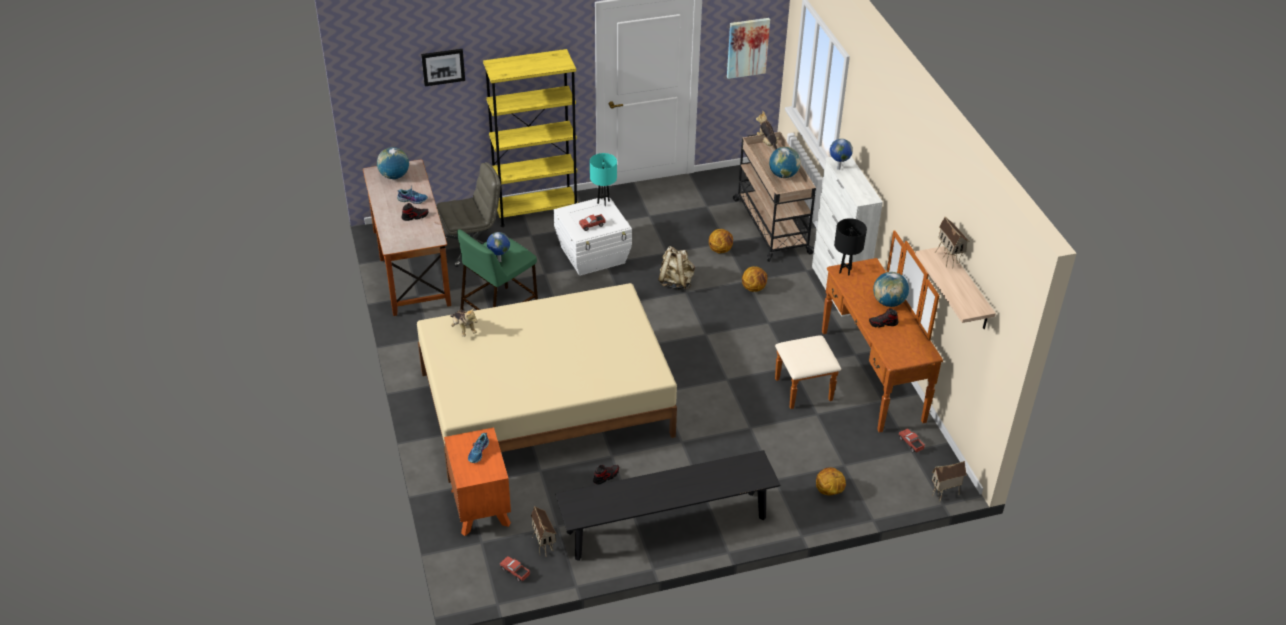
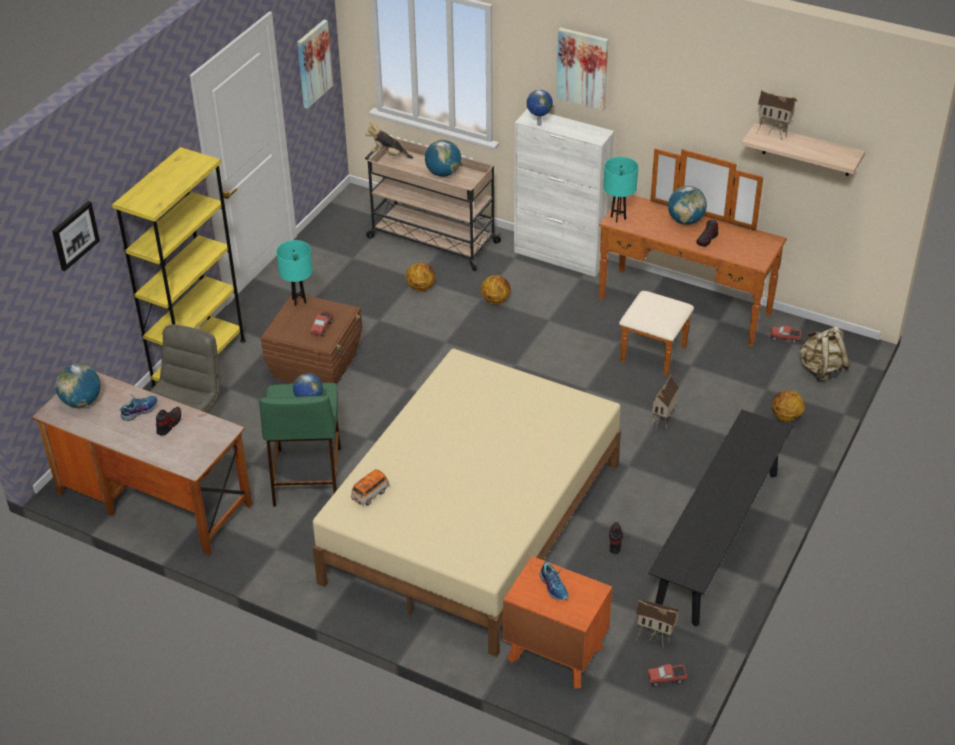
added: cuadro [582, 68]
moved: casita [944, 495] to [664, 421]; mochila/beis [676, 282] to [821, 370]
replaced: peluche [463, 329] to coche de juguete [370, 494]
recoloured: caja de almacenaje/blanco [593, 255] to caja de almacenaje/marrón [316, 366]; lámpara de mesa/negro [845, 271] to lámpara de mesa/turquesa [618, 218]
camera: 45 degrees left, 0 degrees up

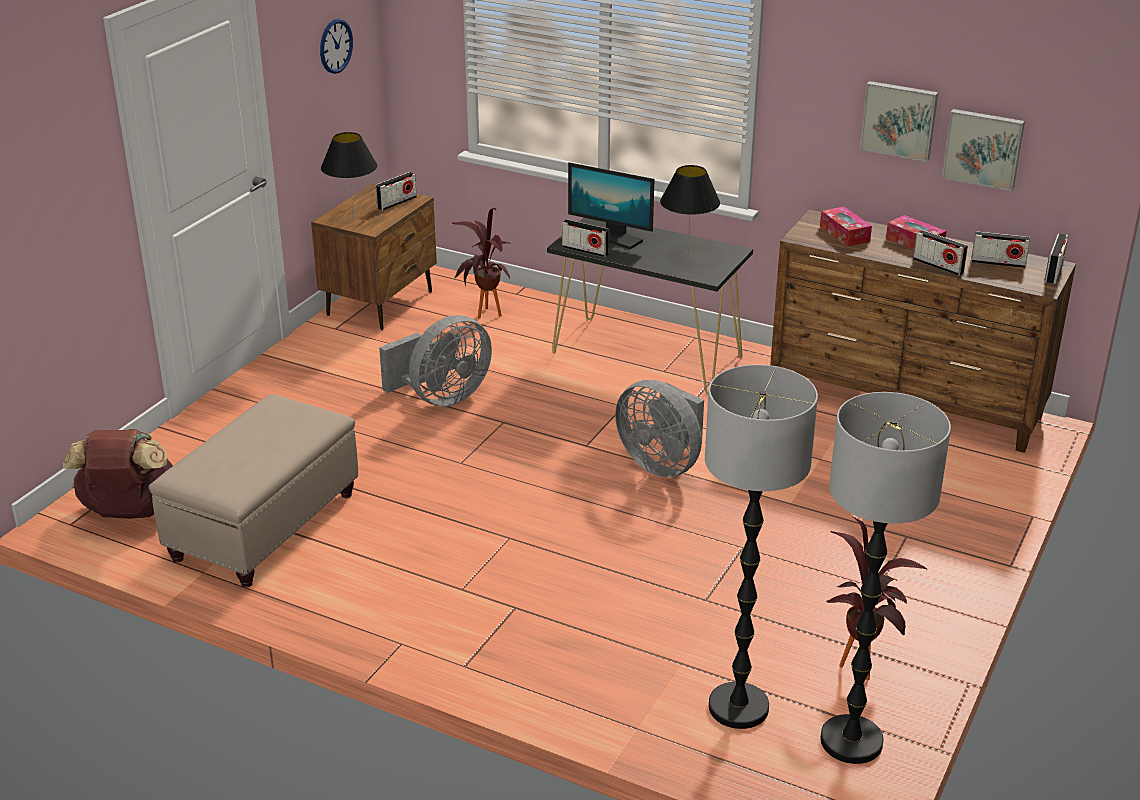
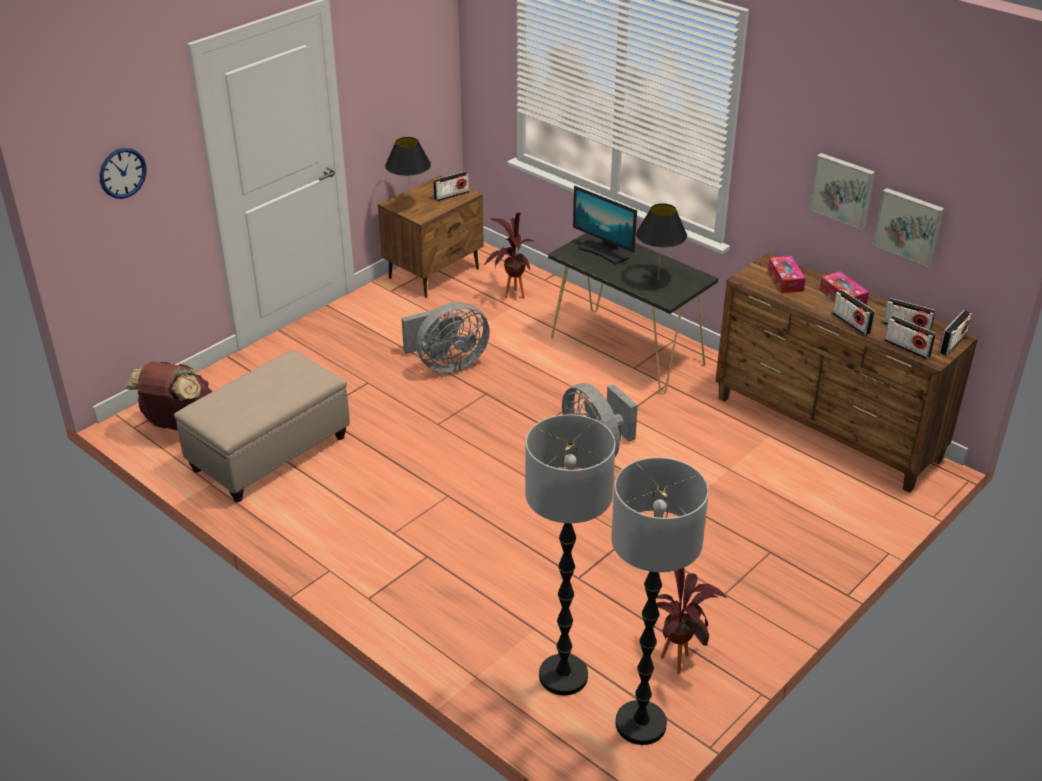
moved: reloj de pared [335, 46] to [122, 173]; radio [585, 250] to [907, 348]
camera: 15 degrees right, 5 degrees up

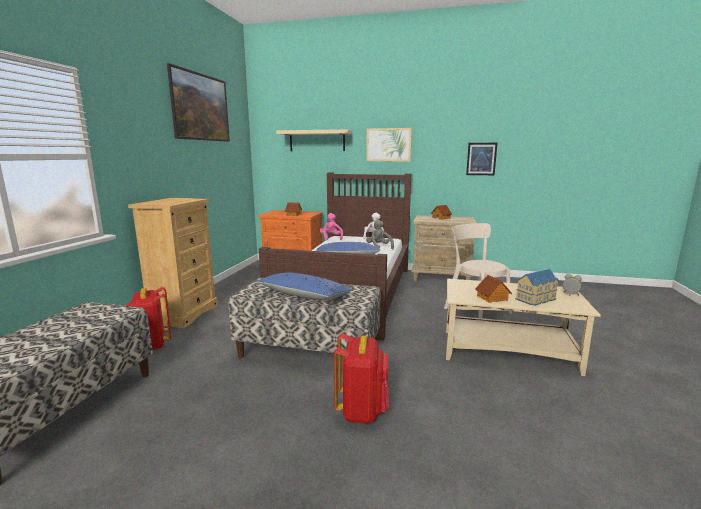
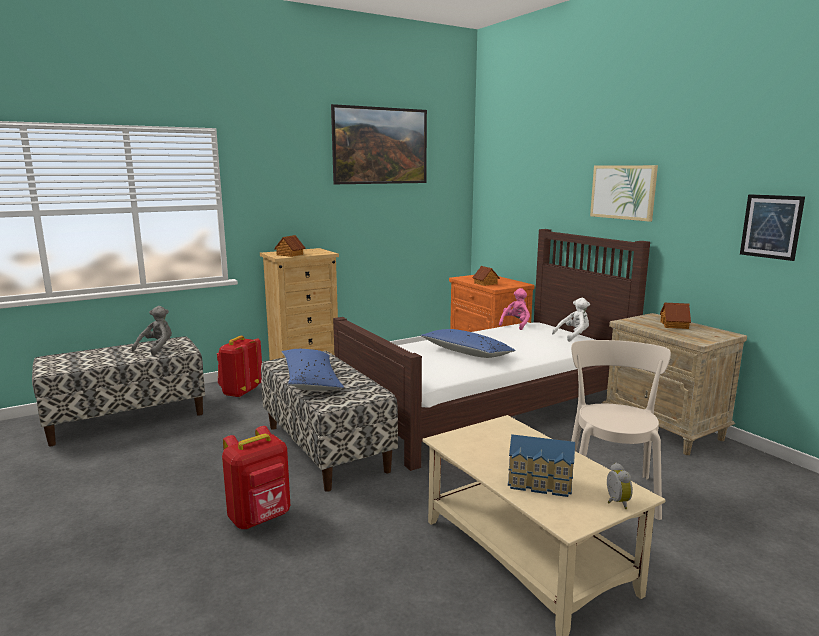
removed: estante/beis [317, 141]
moved: peluche/gris [379, 247] to [157, 348]; casita [492, 298] to [289, 255]
camera: 45 degrees right, 0 degrees up

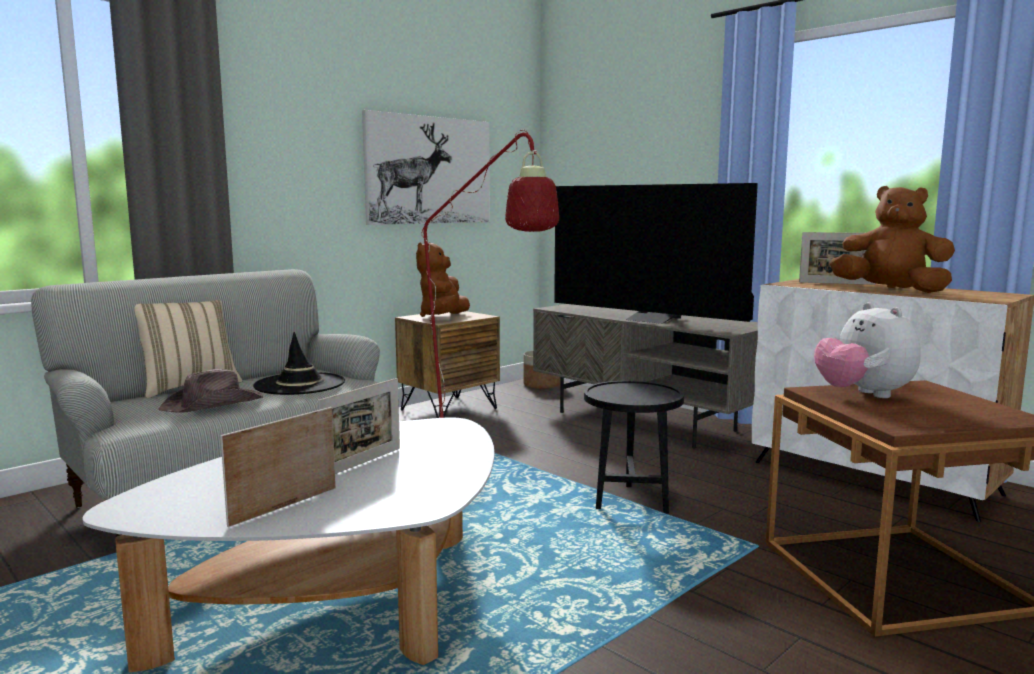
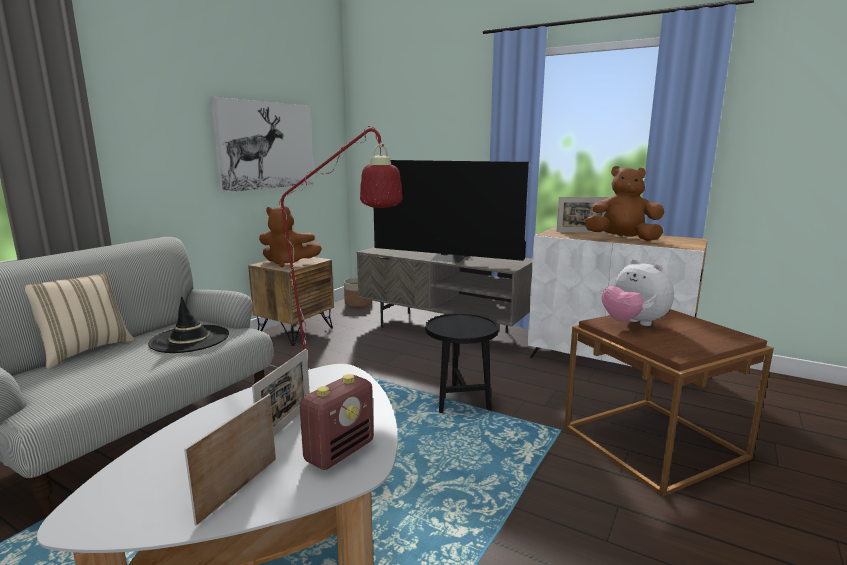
removed: sombrero/marrón [213, 404]
added: radio [340, 451]
turned: peluche/marrón [443, 317] = [288, 263] 75 degrees counterclockwise
camera: 15 degrees left, 5 degrees up

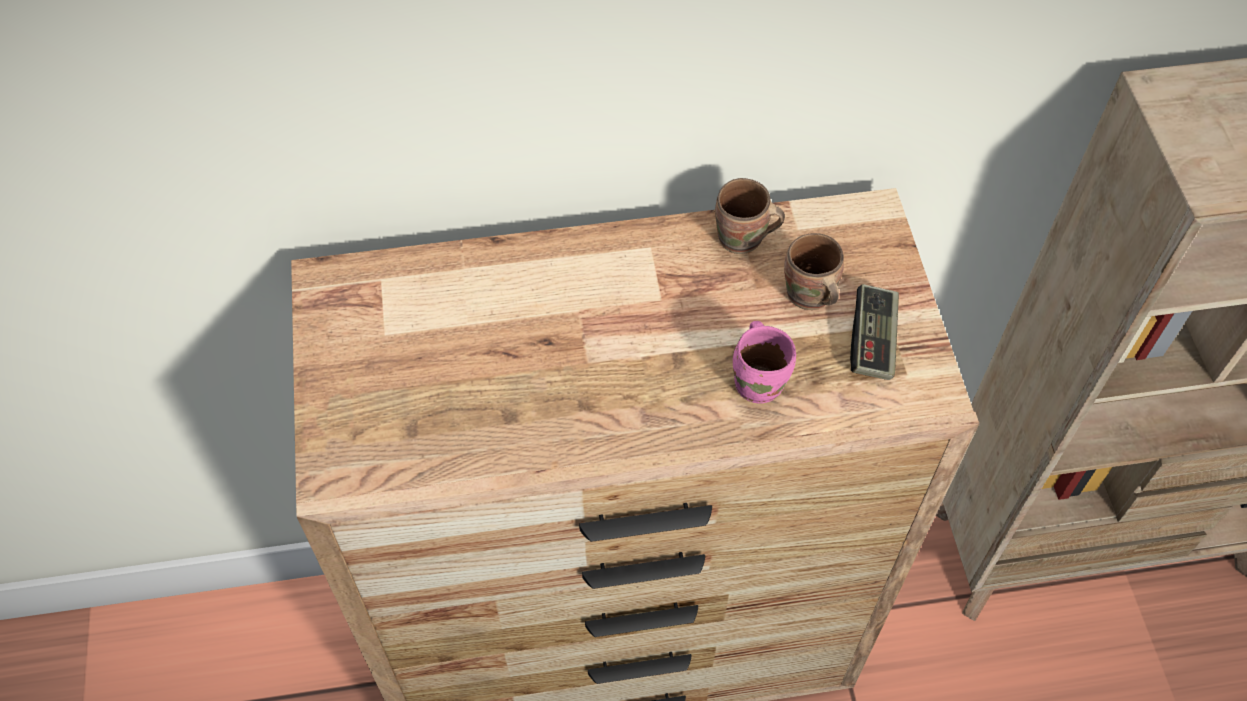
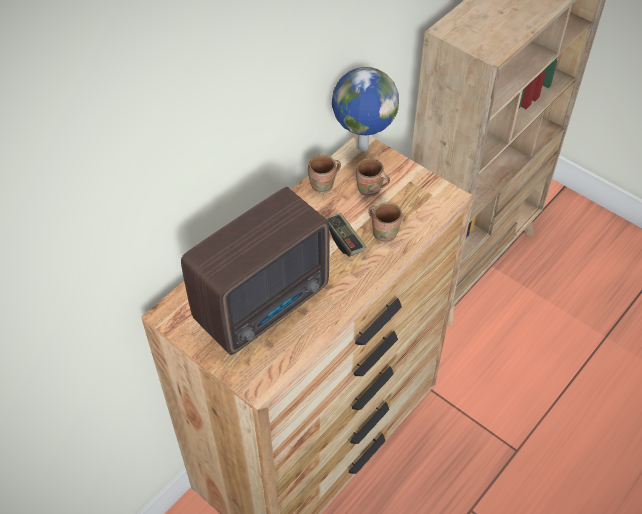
added: radio [266, 303]; globo terráqueo [361, 147]
moved: mando de consola [872, 341] to [344, 240]
recoloured: taza grande/rosa [760, 381] to taza grande/marrón [384, 232]
camera: 40 degrees left, 5 degrees down

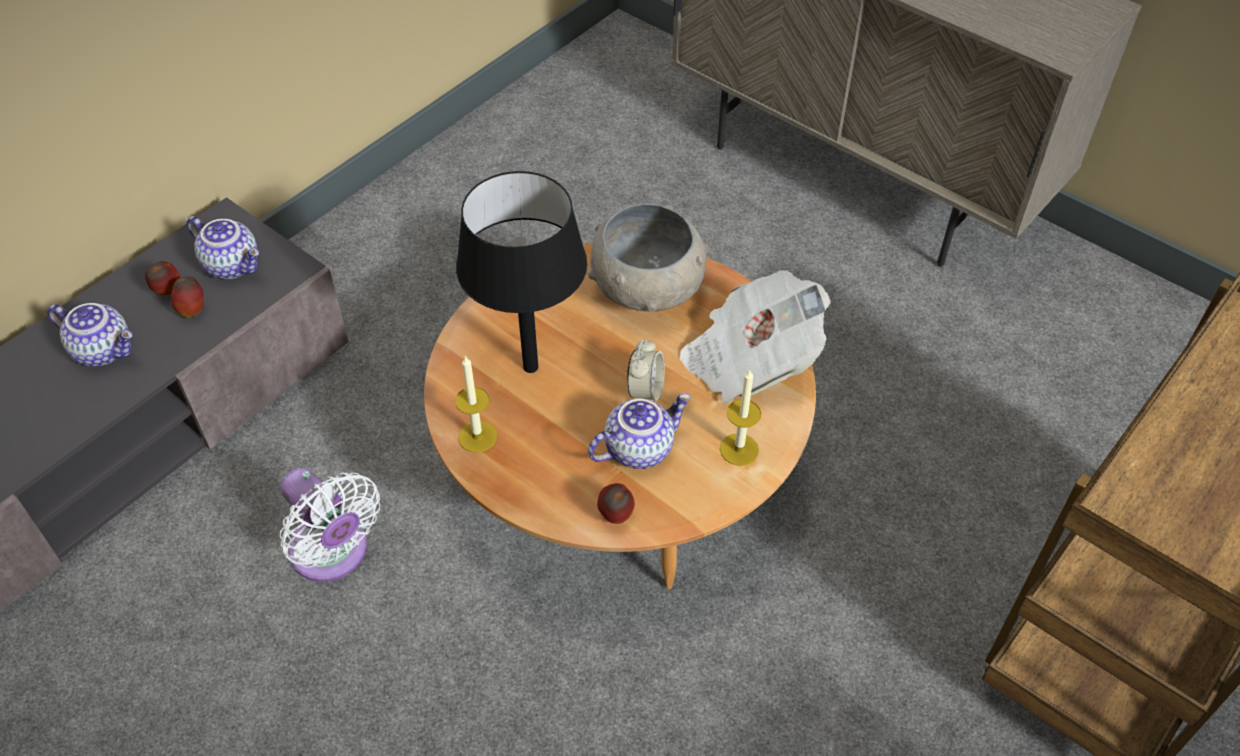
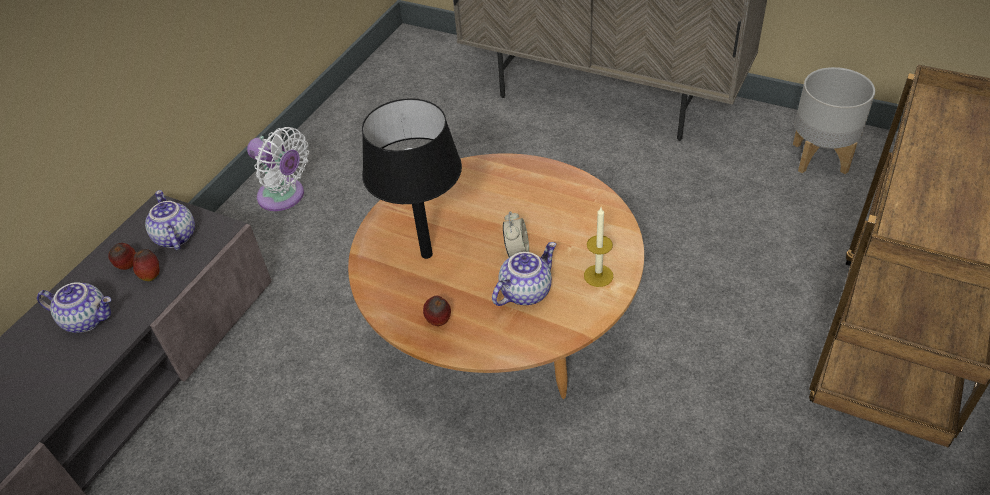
removed: vela [477, 436]; cuenco/gris [647, 291]; periódico [750, 360]
added: maceta/gris [820, 158]
moved: ventilador/blanco [333, 554] to [284, 197]; manzana [615, 516] to [439, 322]
turned: tetera [233, 264] = [174, 237] 135 degrees counterclockwise
camera: 10 degrees left, 5 degrees down

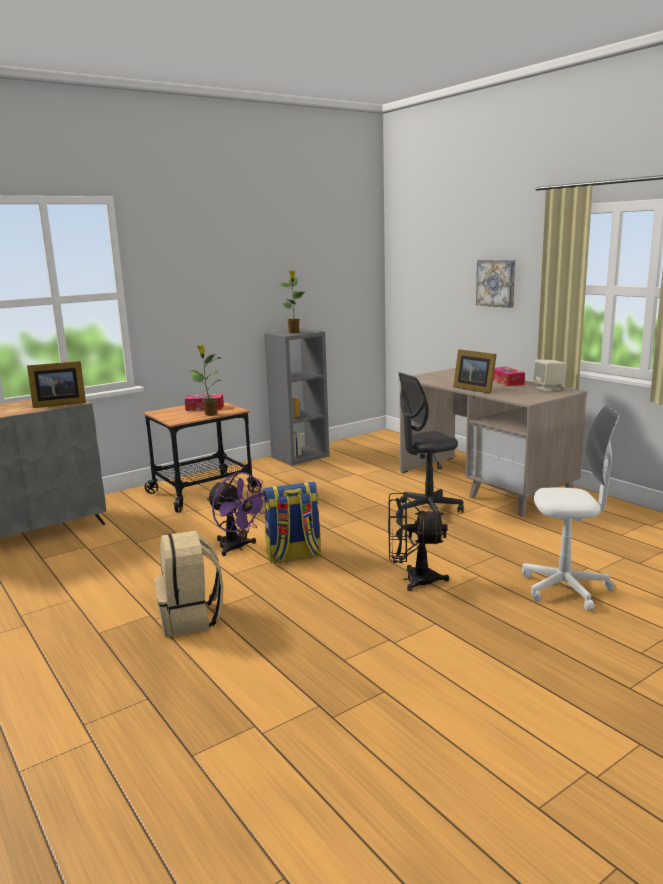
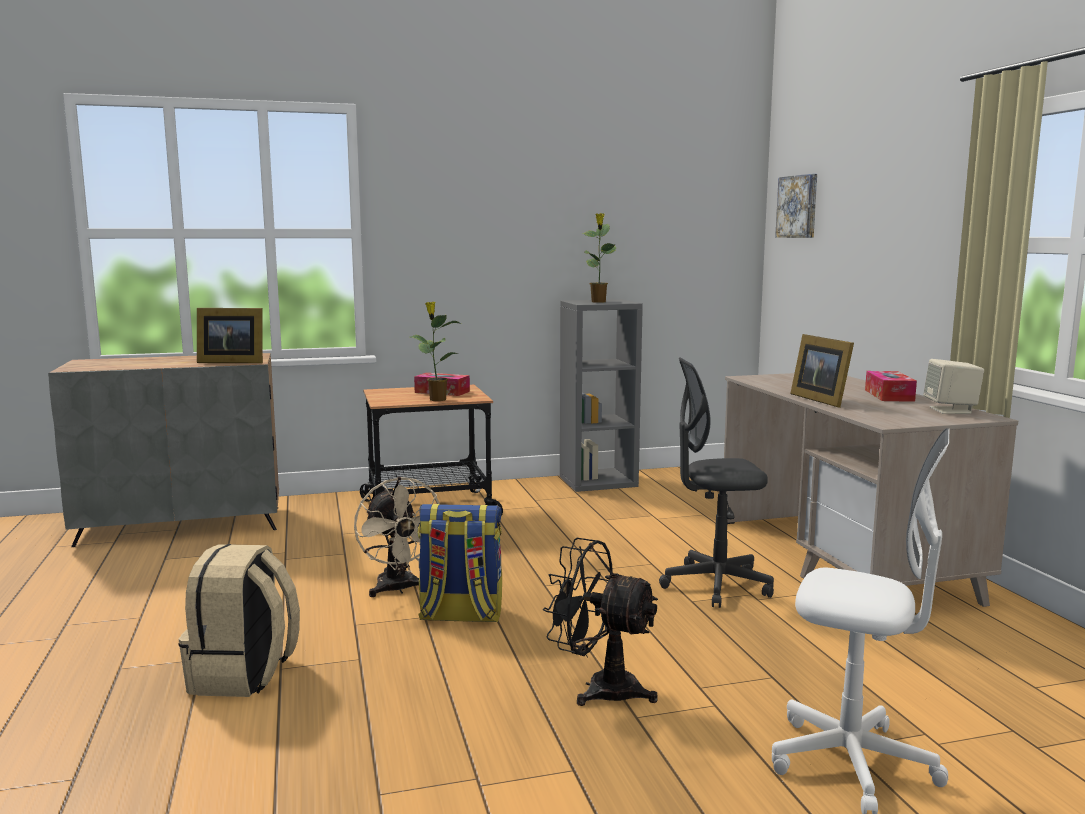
moved: cuadro [496, 283] to [798, 206]
recoloured: ventilador/morado [237, 548] to ventilador/beis [398, 589]
camera: 20 degrees right, 5 degrees down

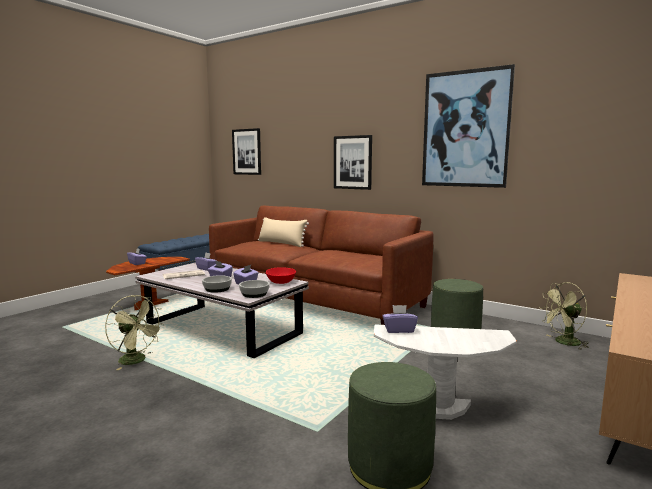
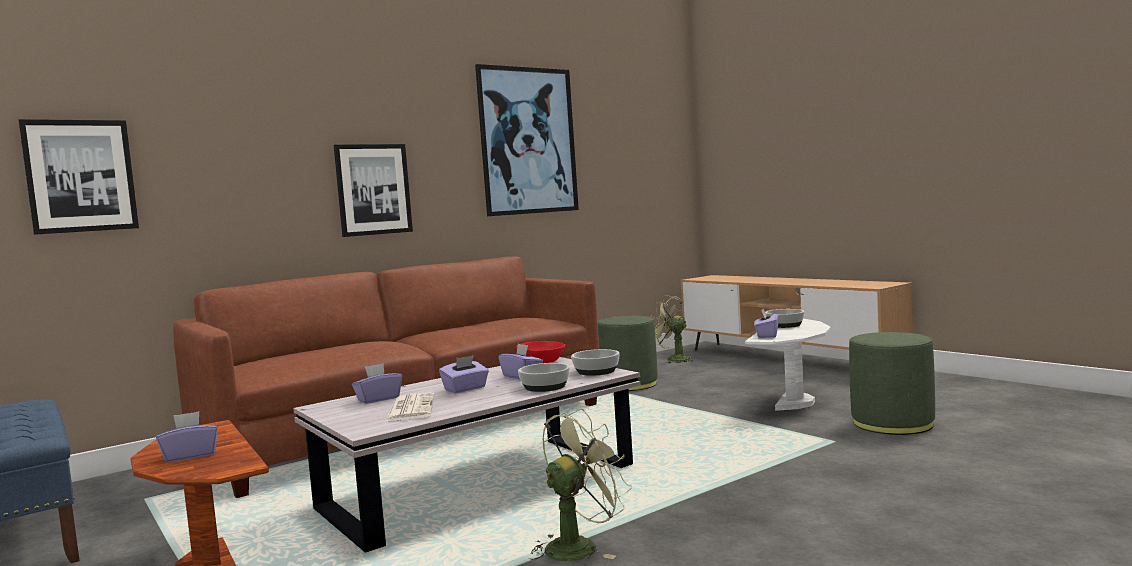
removed: cojín/beis [281, 243]
added: cuenco [785, 325]
turned: ventilador/verde [563, 343] = [673, 359] 120 degrees clockwise
camera: 70 degrees left, 5 degrees down

